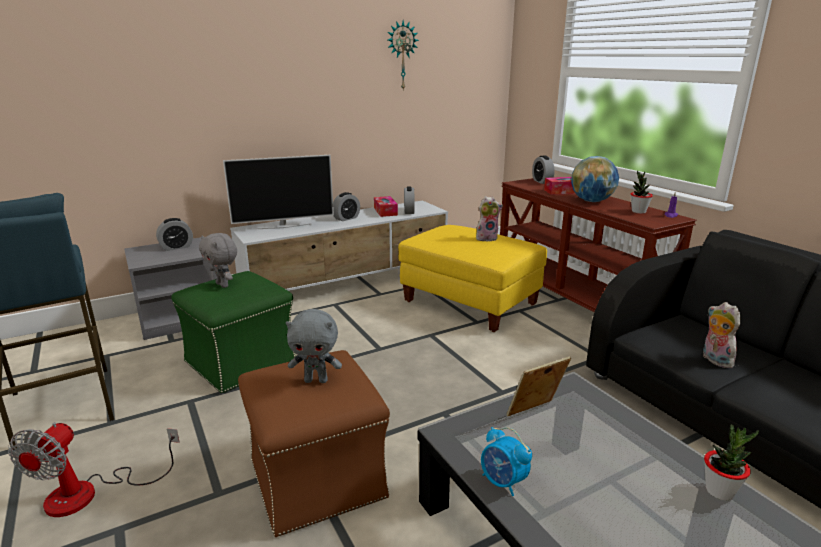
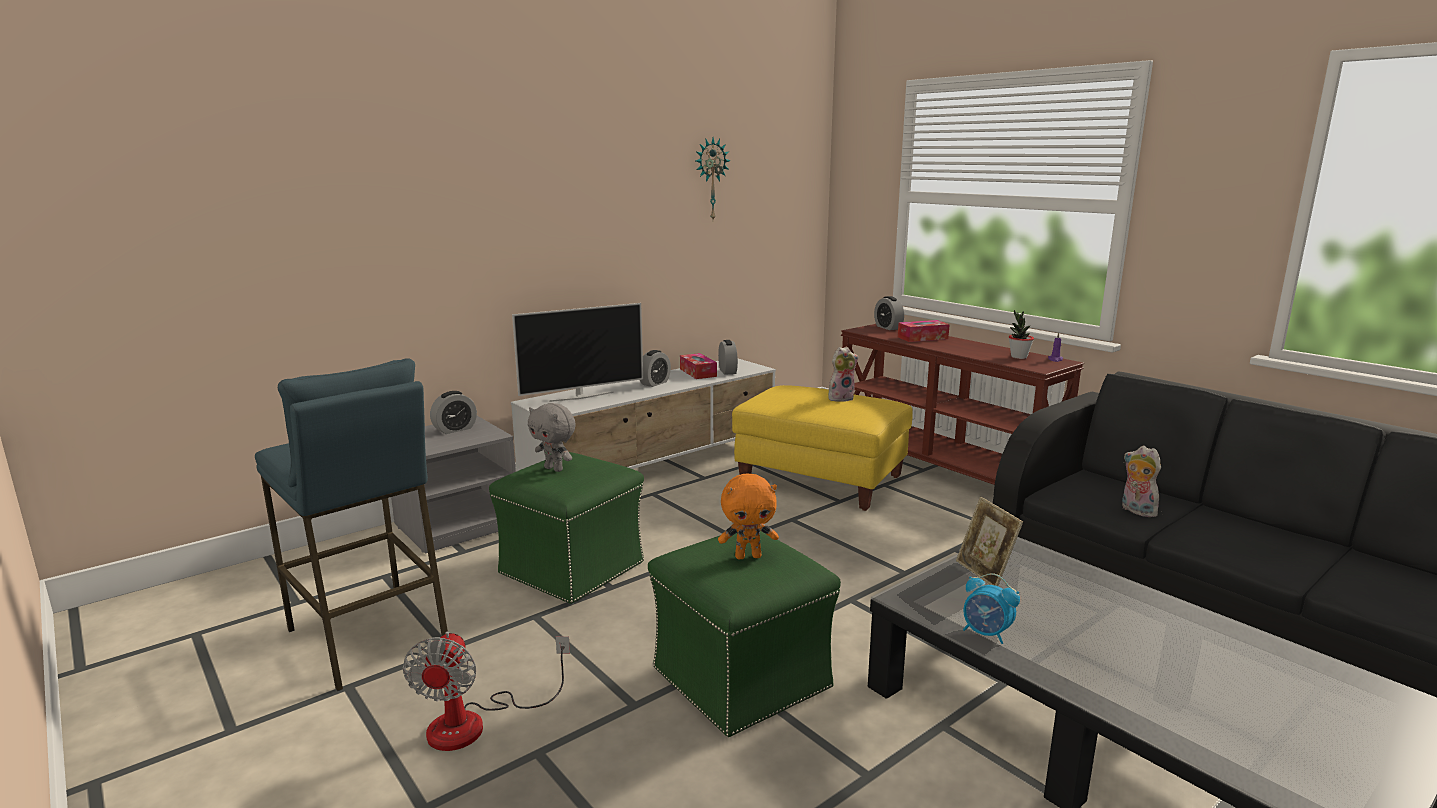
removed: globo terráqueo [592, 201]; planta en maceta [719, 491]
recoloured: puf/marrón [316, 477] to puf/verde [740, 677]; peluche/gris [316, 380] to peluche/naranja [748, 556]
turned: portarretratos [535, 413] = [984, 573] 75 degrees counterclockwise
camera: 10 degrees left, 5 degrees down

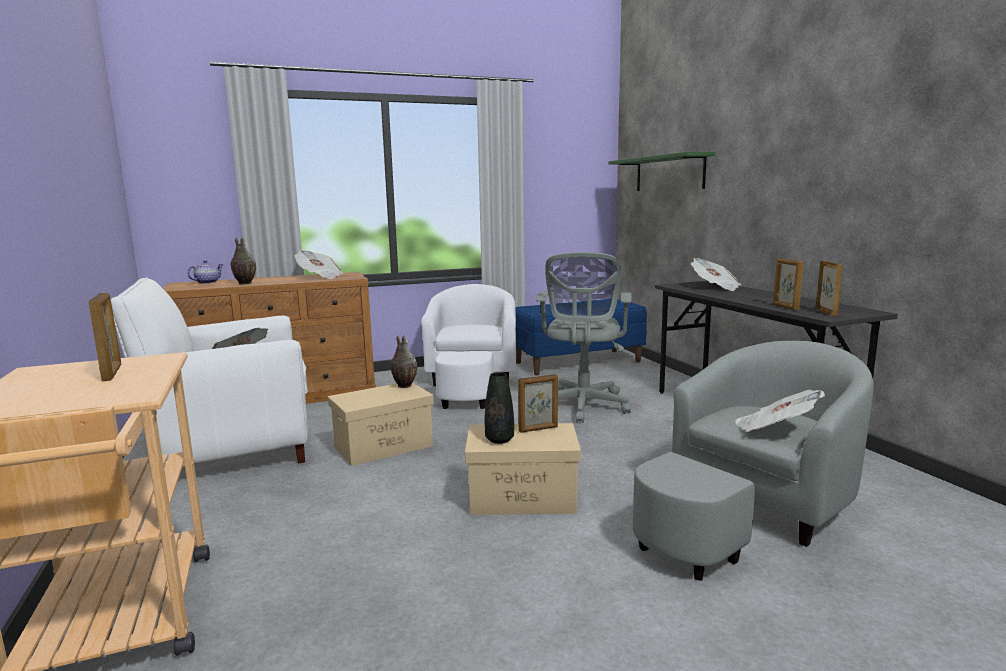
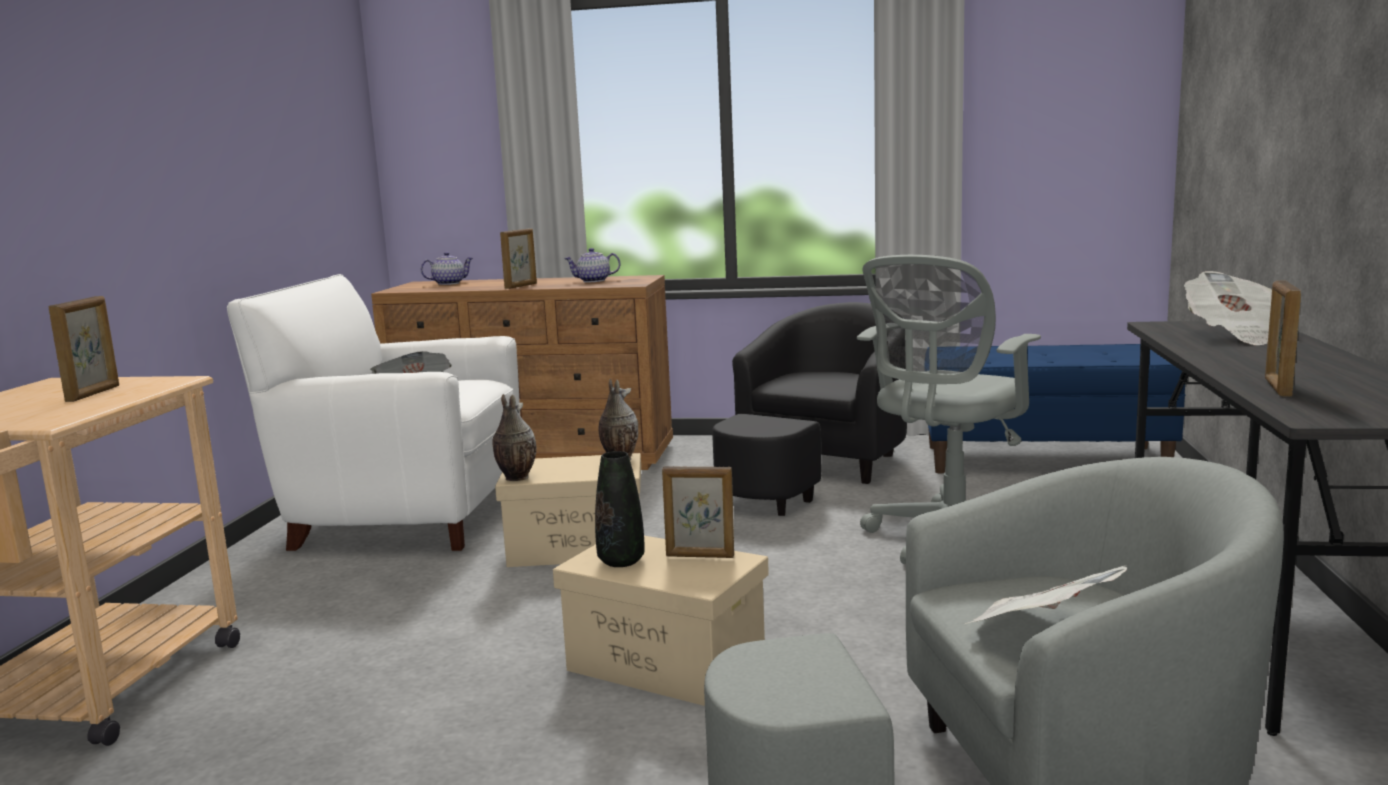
removed: estante/verde [669, 173]
moved: florero [244, 283] to [515, 478]; portarretratos [826, 312] to [521, 286]
replaced: periódico [320, 277] to tetera [593, 281]
recoloured: sillón/blanco [471, 382] to sillón/negro [816, 471]
camera: 30 degrees right, 0 degrees up

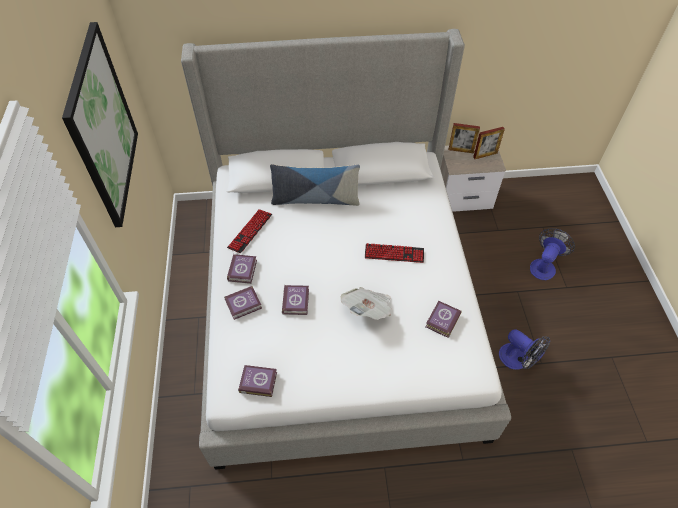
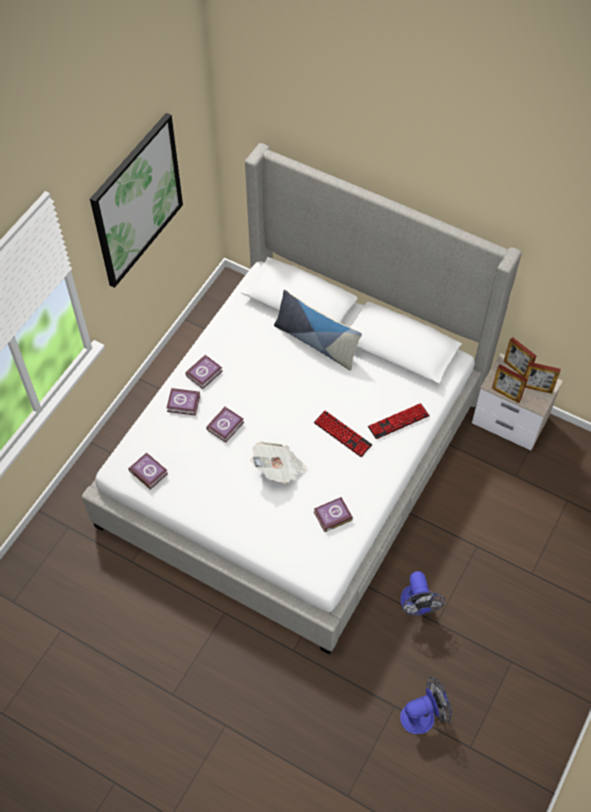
added: portarretratos [506, 394]
moved: teclado [250, 231] to [398, 421]; ventilador [544, 266] to [423, 715]
camera: 35 degrees right, 5 degrees up

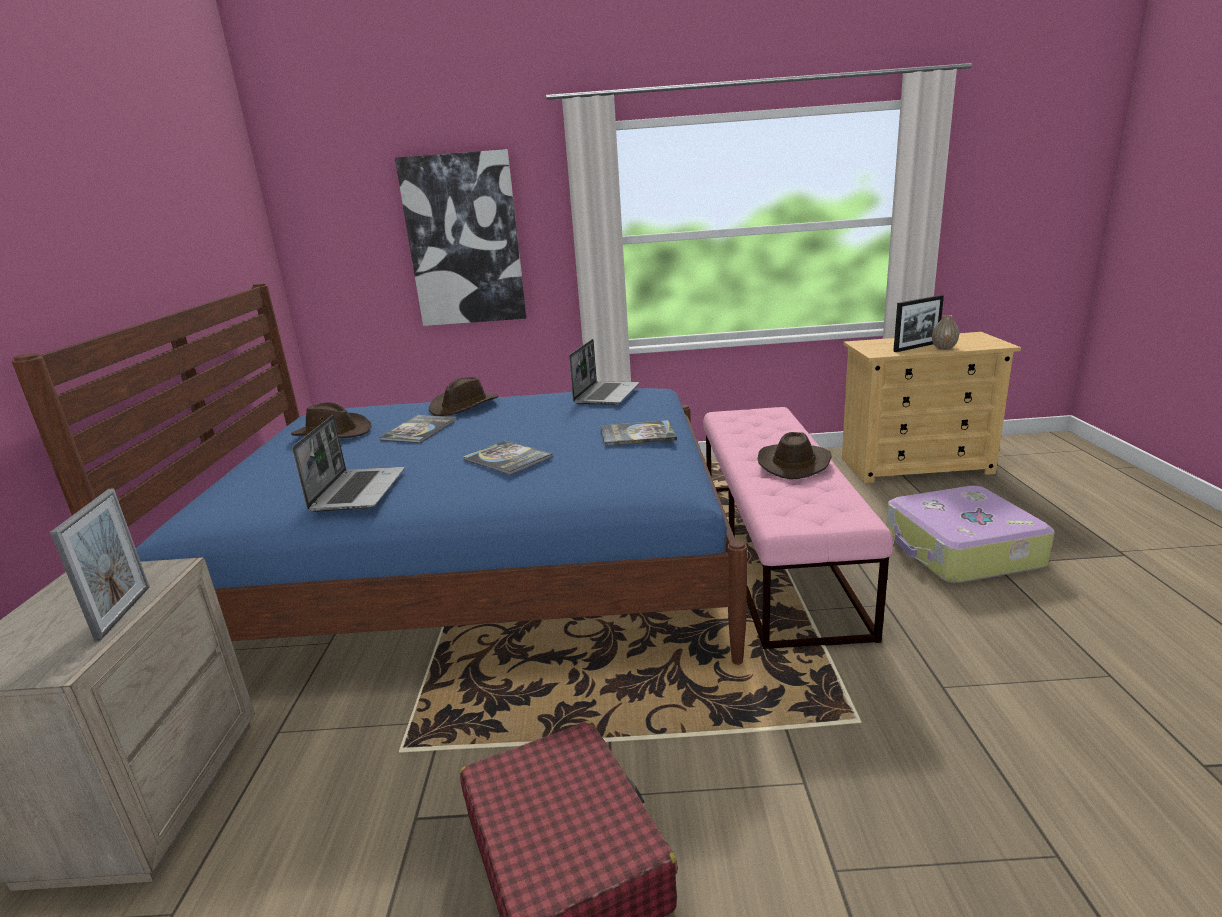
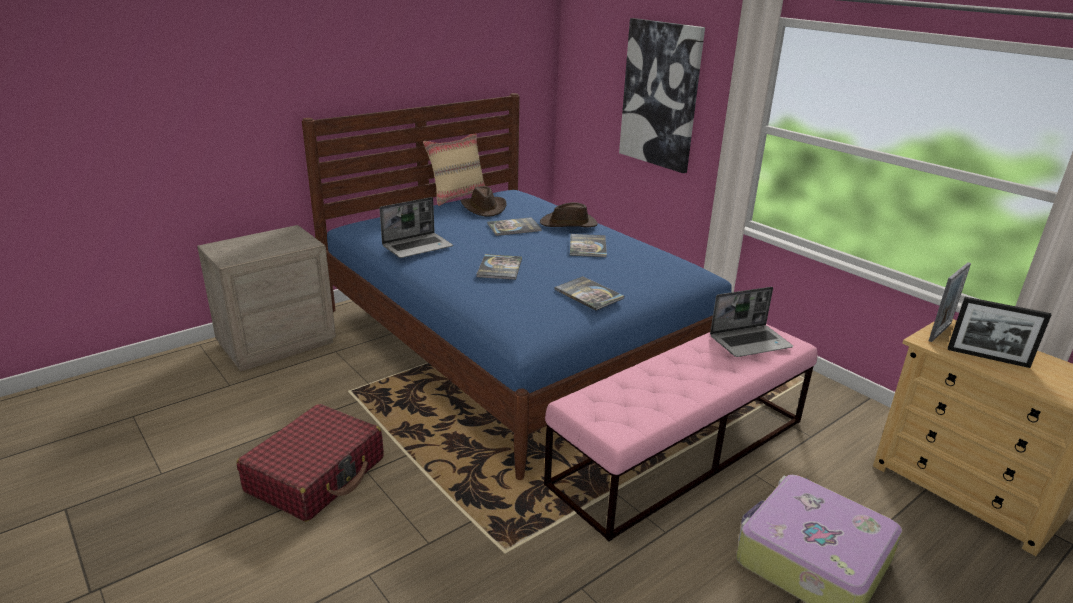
removed: sombrero/marrón [794, 463]; florero [944, 348]
added: cojín/beis [458, 196]; libro [588, 246]
moved: portátil [606, 394] to [750, 342]; portarretratos [124, 612] to [940, 332]
camera: 50 degrees right, 5 degrees up

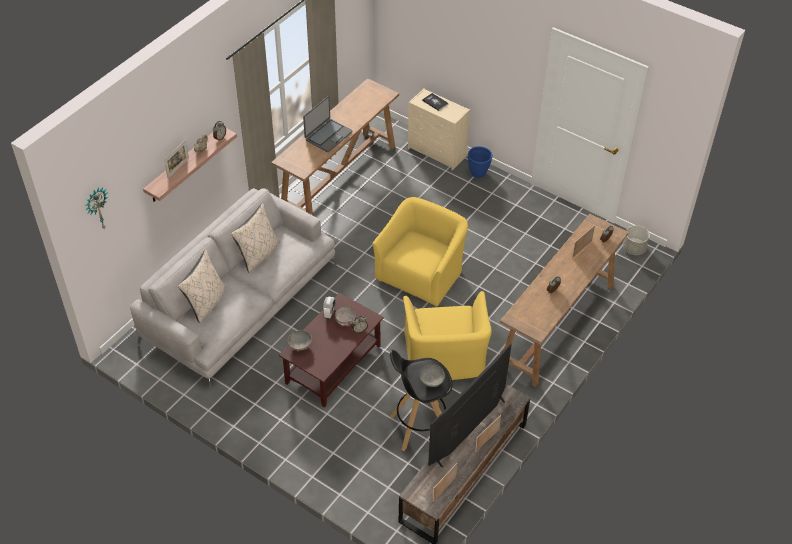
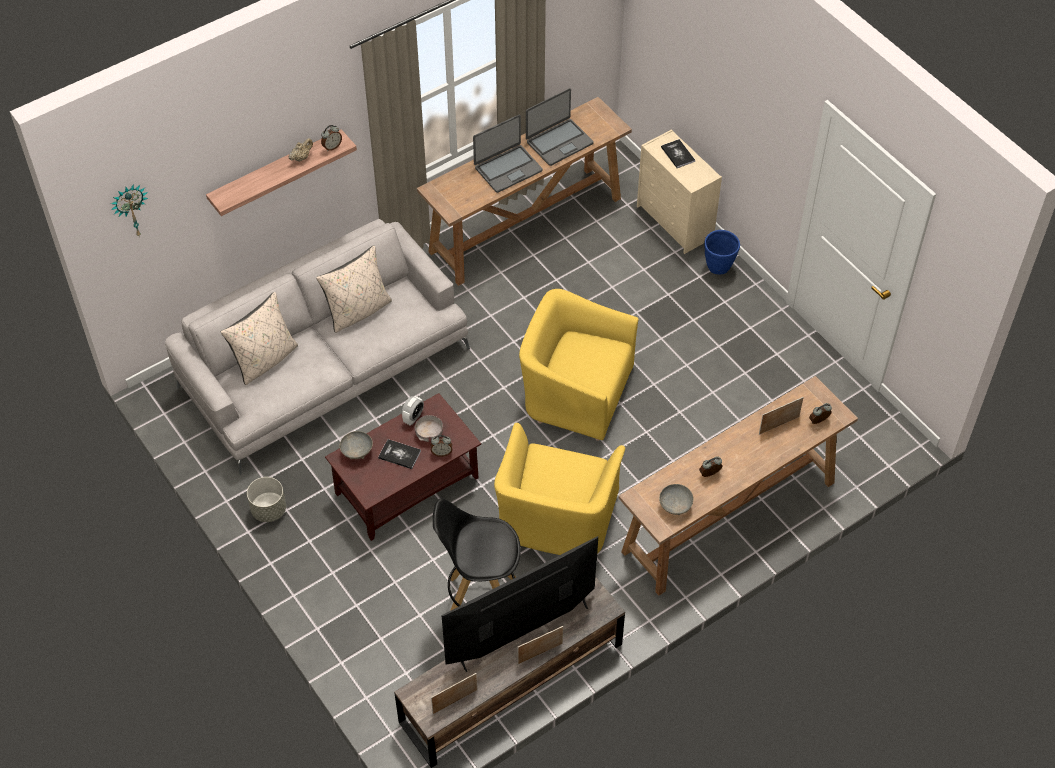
removed: portarretratos [178, 168]
added: libro [399, 454]; portátil [559, 142]
moved: maceta/gris [633, 249] to [269, 509]; cuenco/gris [431, 381] to [675, 506]
turned: sillón/amarillo [421, 274] = [575, 392] 120 degrees counterclockwise
camera: 20 degrees right, 5 degrees up

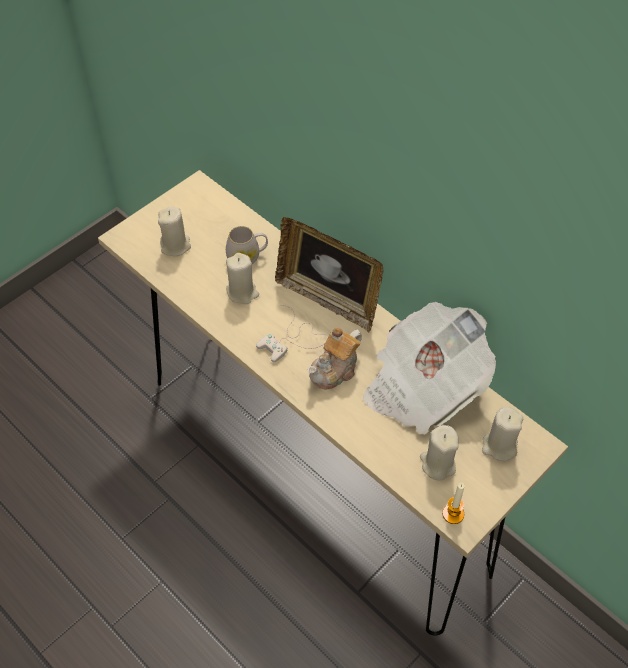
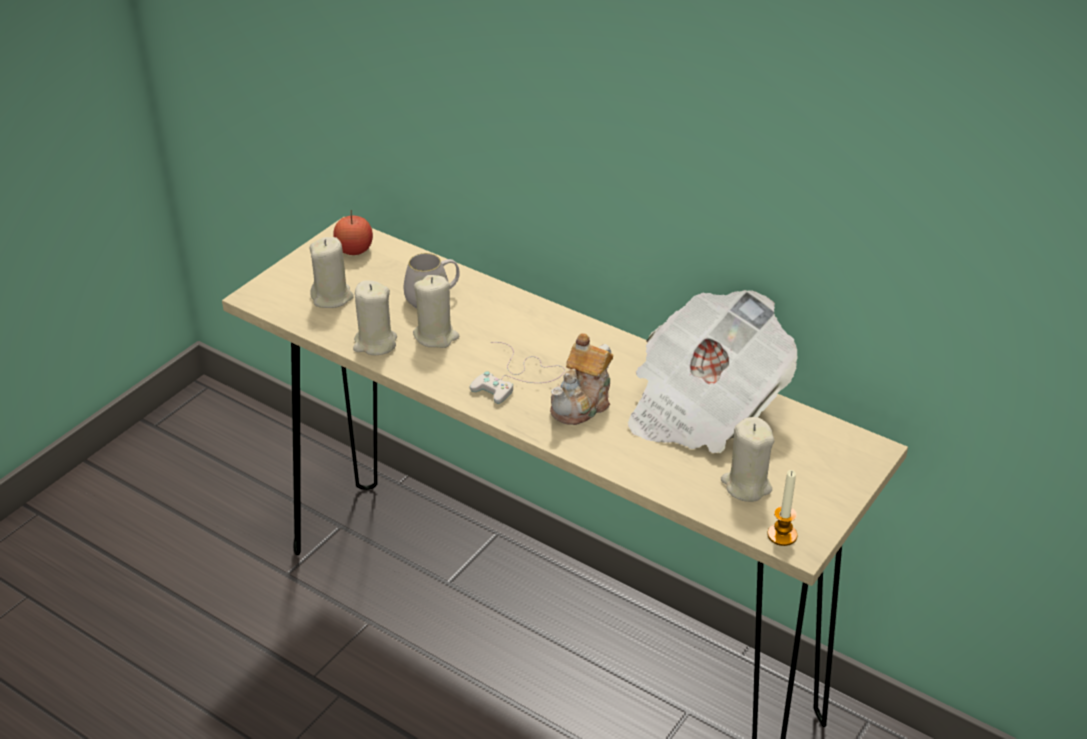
removed: portarretratos [328, 299]
added: manzana [354, 250]
moved: vela/beis [499, 446] to [375, 343]
camera: 10 degrees left, 15 degrees down

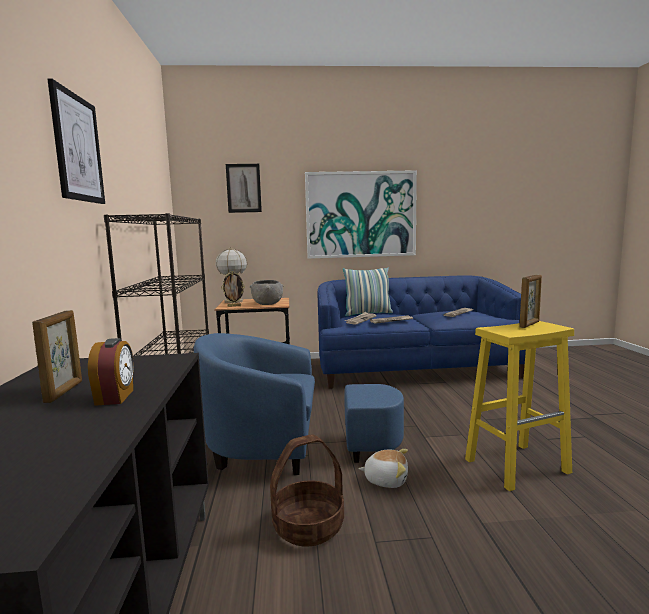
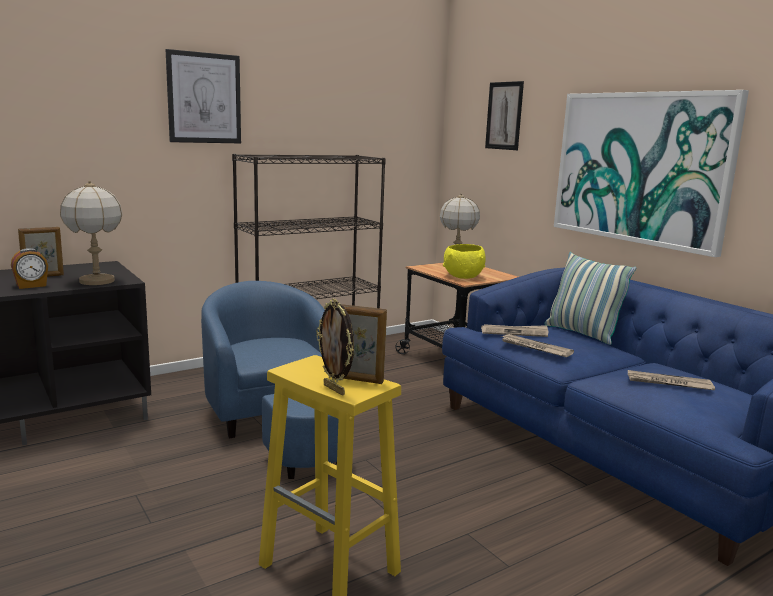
removed: cesta [308, 526]; peluche [386, 479]
added: lámpara de mesa [96, 281]
moved: portarretratos [234, 306] to [335, 389]
recoloured: cuenco/gris [267, 304] to cuenco/amarillo [463, 276]
camera: 60 degrees right, 5 degrees up

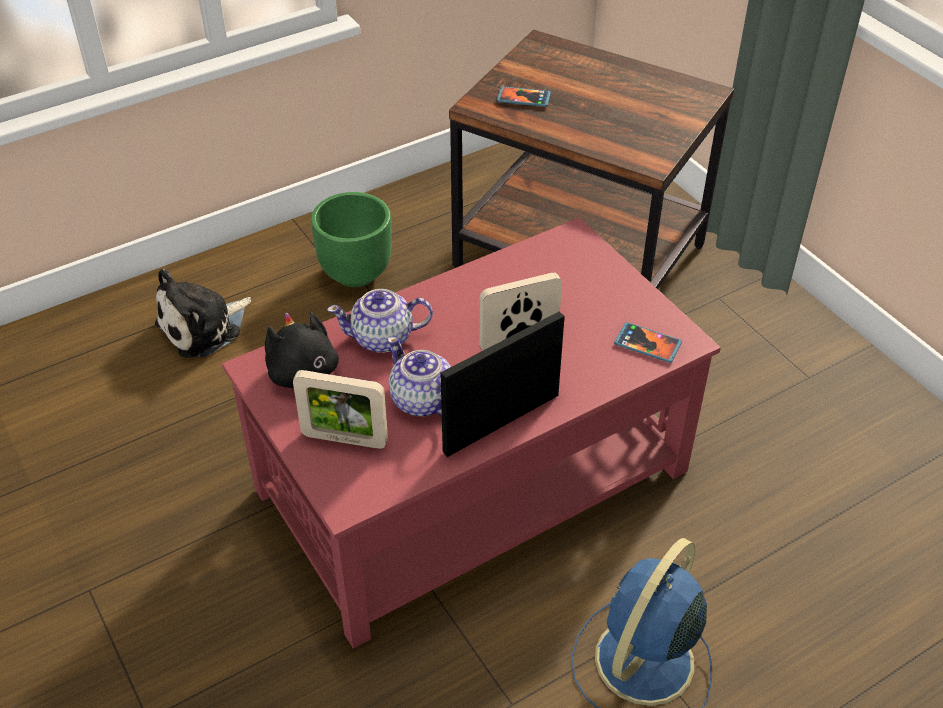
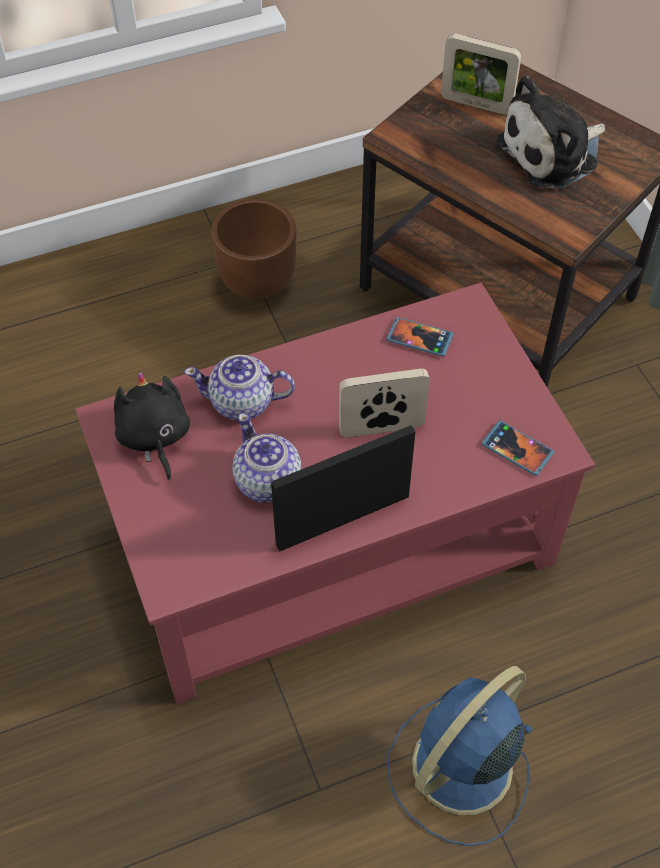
moved: móvil [523, 98] to [419, 338]; portarretratos [344, 439] to [476, 104]; peluche [204, 327] to [552, 153]
recoloured: maceta/verde [355, 273] to maceta/marrón [257, 282]
camera: 10 degrees right, 10 degrees up

